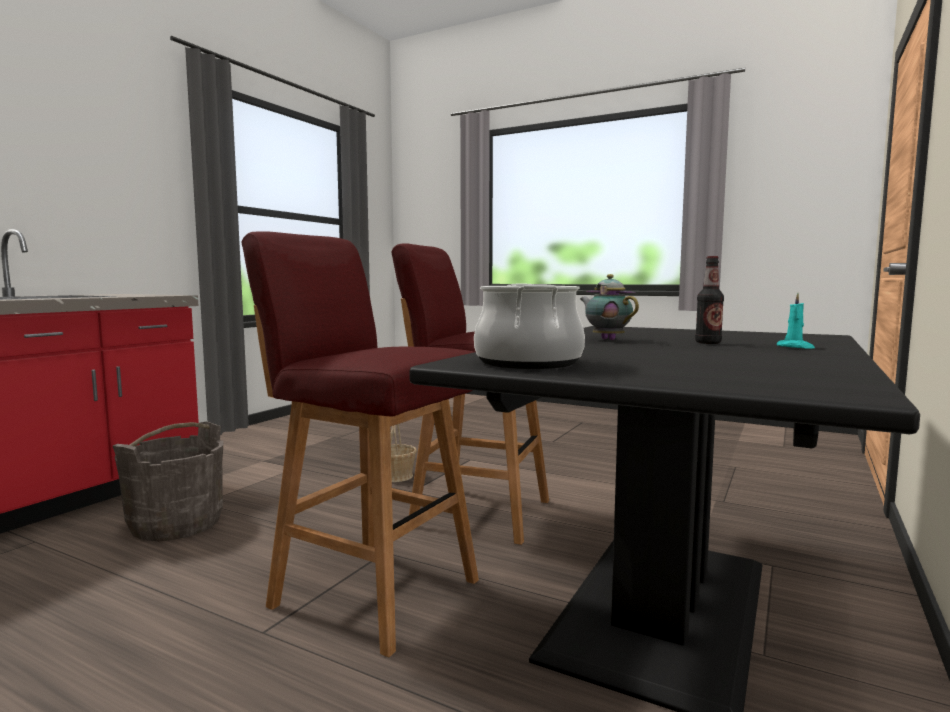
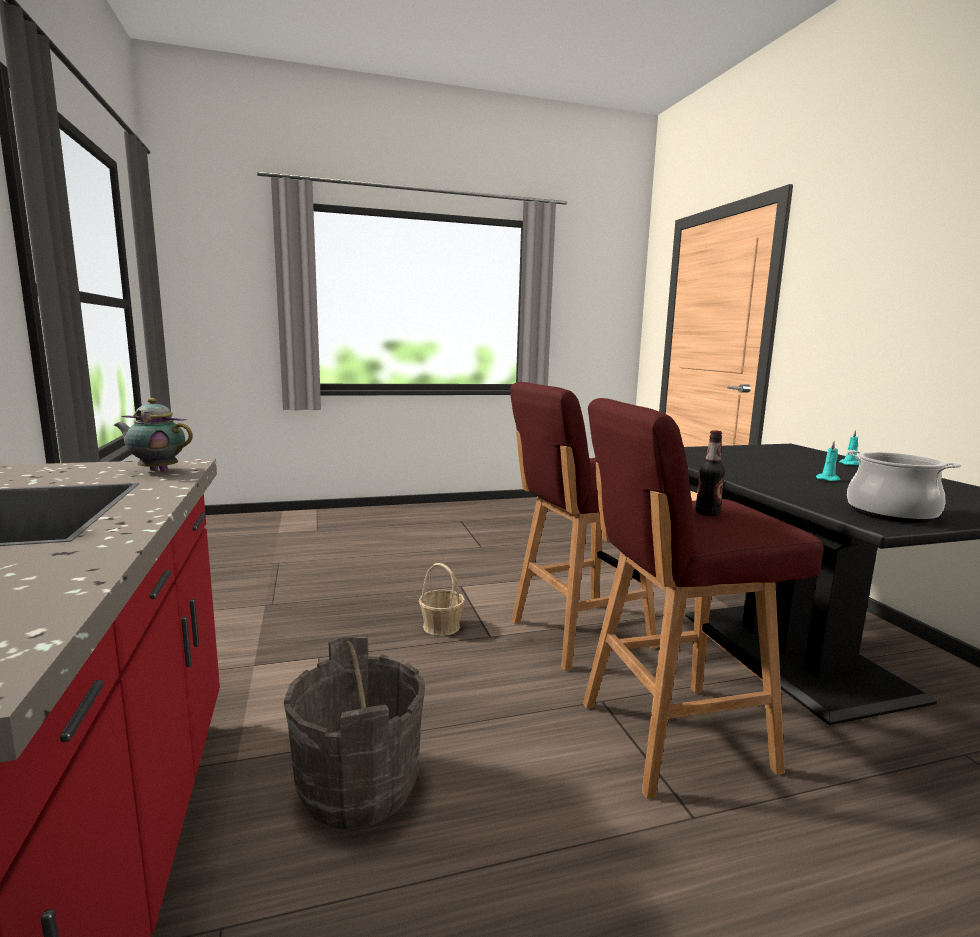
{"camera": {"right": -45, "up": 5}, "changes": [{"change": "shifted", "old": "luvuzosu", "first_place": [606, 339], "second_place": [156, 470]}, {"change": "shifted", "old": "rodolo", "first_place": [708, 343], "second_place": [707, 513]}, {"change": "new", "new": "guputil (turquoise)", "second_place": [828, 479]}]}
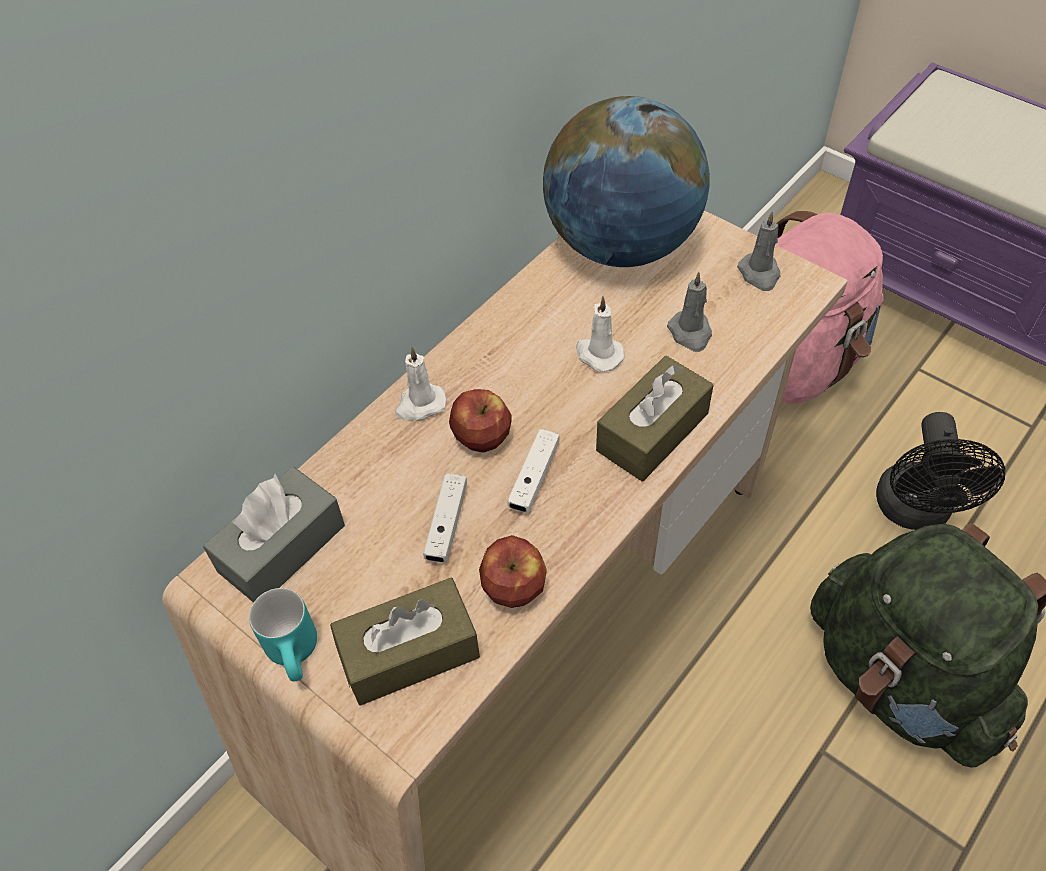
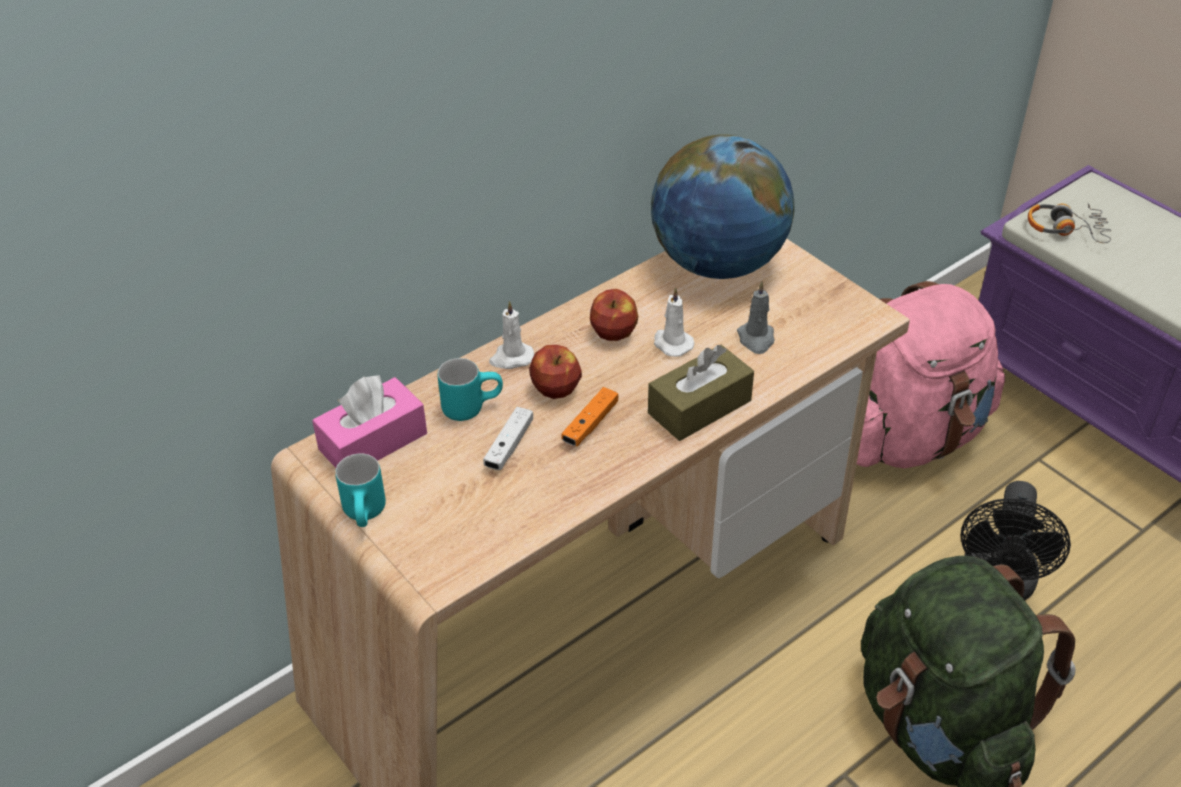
{"camera": {"right": 10, "up": -10}, "changes": [{"change": "repainted", "old": "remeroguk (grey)", "new": "remeroguk (pink)", "first_place": [282, 548], "second_place": [373, 441]}, {"change": "new", "new": "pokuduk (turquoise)", "second_place": [471, 405]}, {"change": "repainted", "old": "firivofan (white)", "new": "firivofan (orange)", "first_place": [534, 477], "second_place": [590, 424]}, {"change": "shifted", "old": "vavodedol", "first_place": [514, 586], "second_place": [614, 332]}, {"change": "new", "new": "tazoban", "second_place": [1066, 229]}, {"change": "gone", "old": "remeroguk (brown)", "first_place": [409, 652]}, {"change": "gone", "old": "guputil (grey)", "first_place": [759, 274]}]}
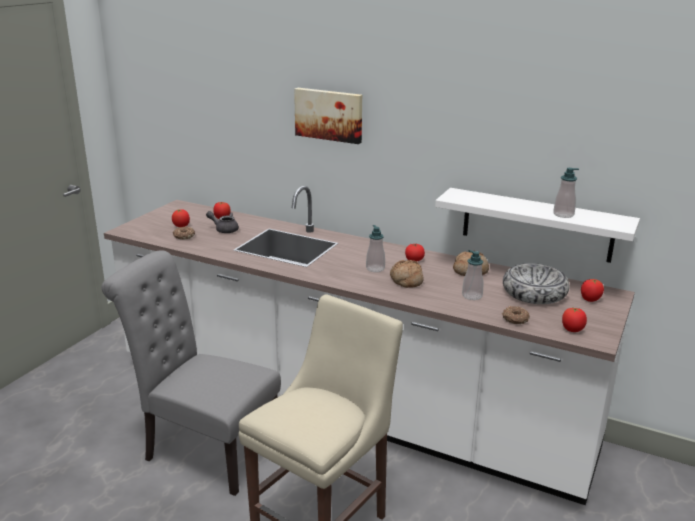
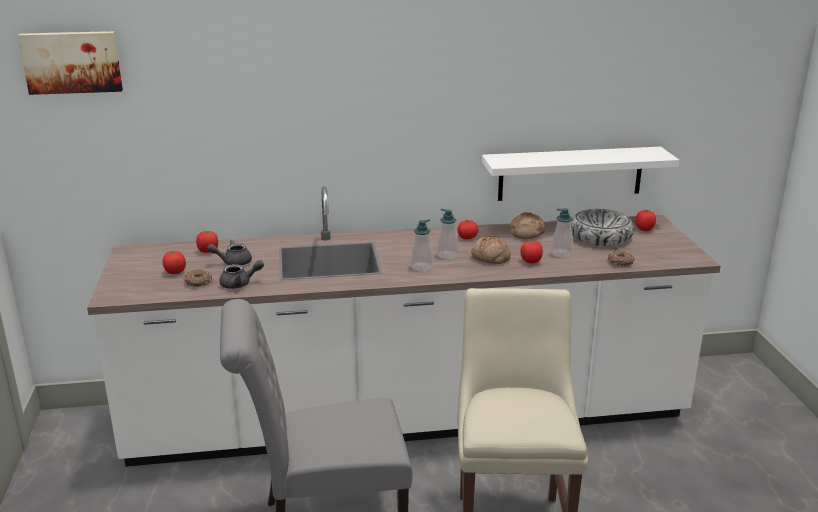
{"camera": {"right": -35, "up": 0}, "changes": [{"change": "shifted", "old": "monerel", "first_place": [329, 114], "second_place": [72, 62]}, {"change": "new", "new": "luvuzosu (grey)", "second_place": [240, 284]}, {"change": "shifted", "old": "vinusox", "first_place": [563, 214], "second_place": [421, 267]}, {"change": "shifted", "old": "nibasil", "first_place": [572, 329], "second_place": [531, 261]}]}
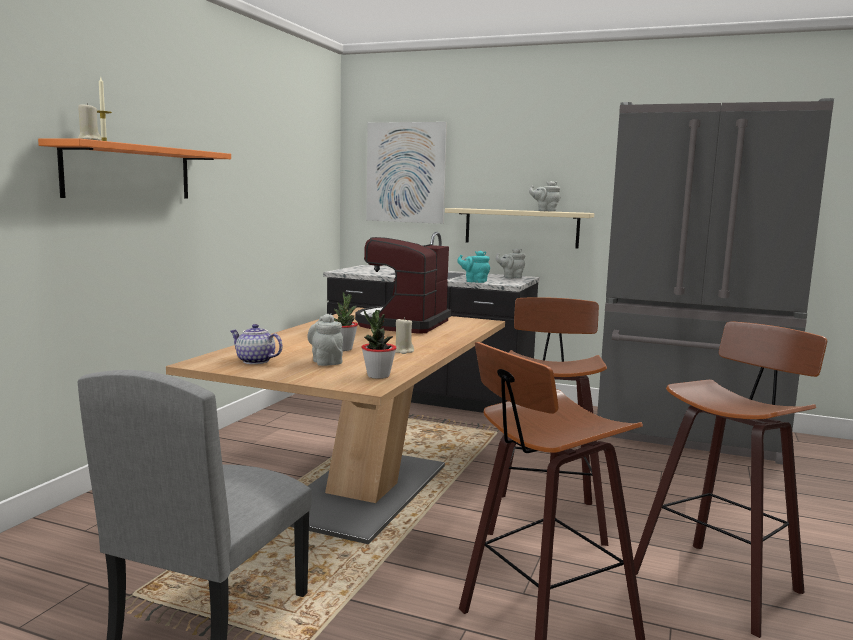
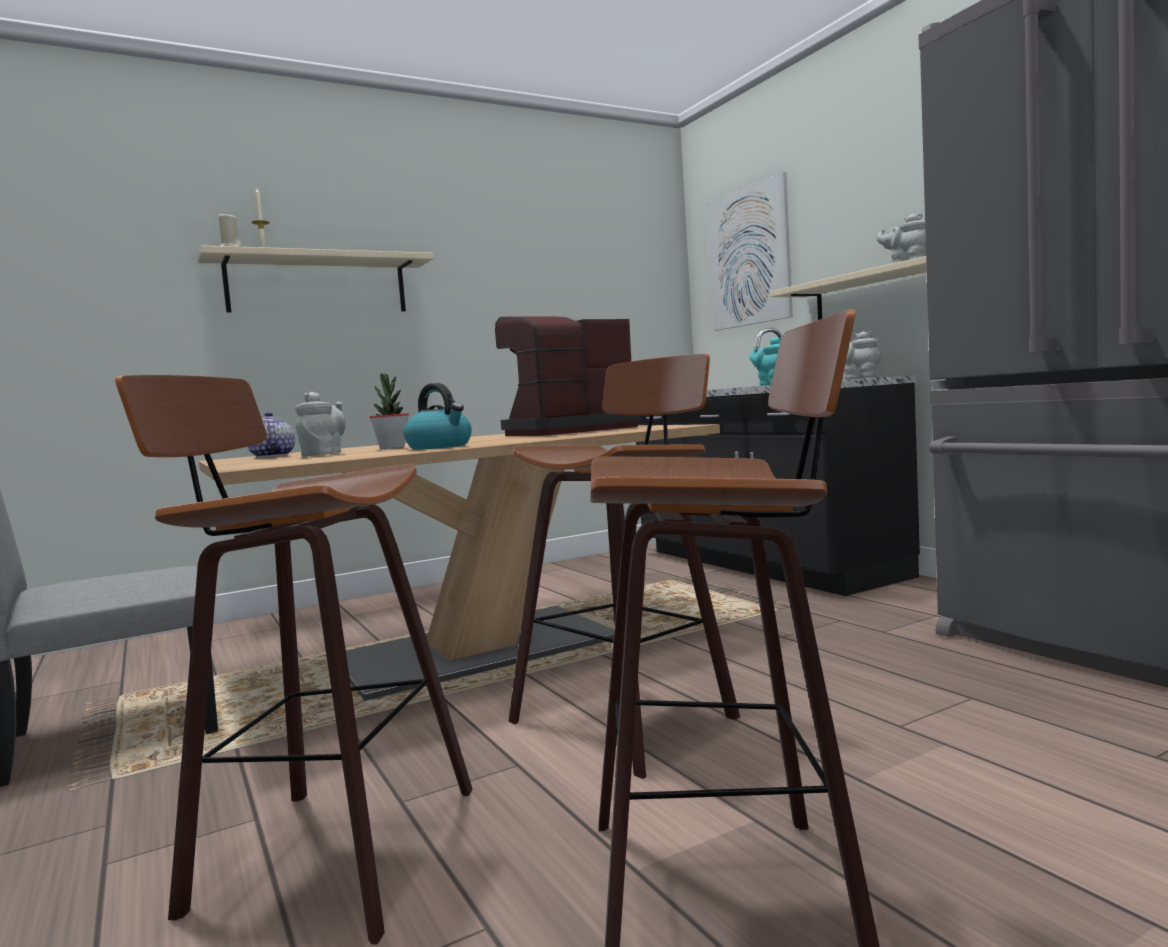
{"camera": {"right": 40, "up": -5}, "changes": [{"change": "repainted", "old": "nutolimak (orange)", "new": "nutolimak (beige)", "first_place": [129, 172], "second_place": [317, 285]}, {"change": "swapped", "old": "guputil (beige)", "new": "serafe", "first_place": [403, 351], "second_place": [440, 447]}, {"change": "gone", "old": "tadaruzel", "first_place": [378, 376]}]}
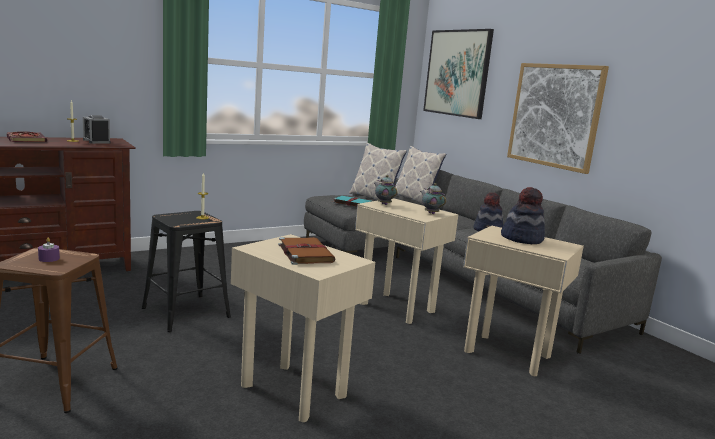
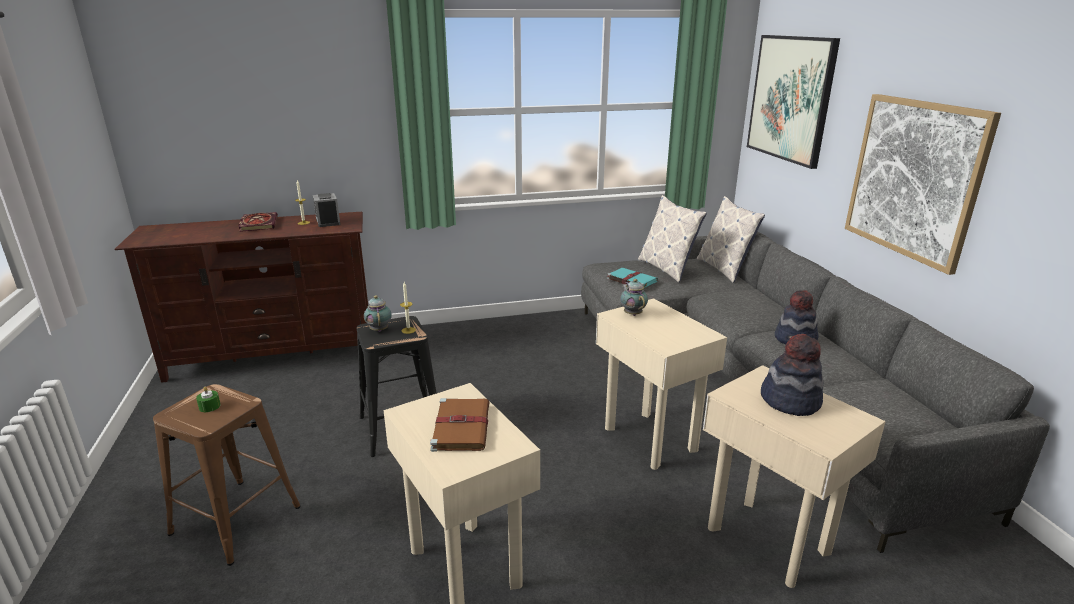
{"camera": {"right": 20, "up": 10}, "changes": [{"change": "repainted", "old": "guputil (purple)", "new": "guputil (green)", "first_place": [49, 259], "second_place": [209, 406]}, {"change": "shifted", "old": "luvuzosu", "first_place": [430, 213], "second_place": [379, 329]}]}
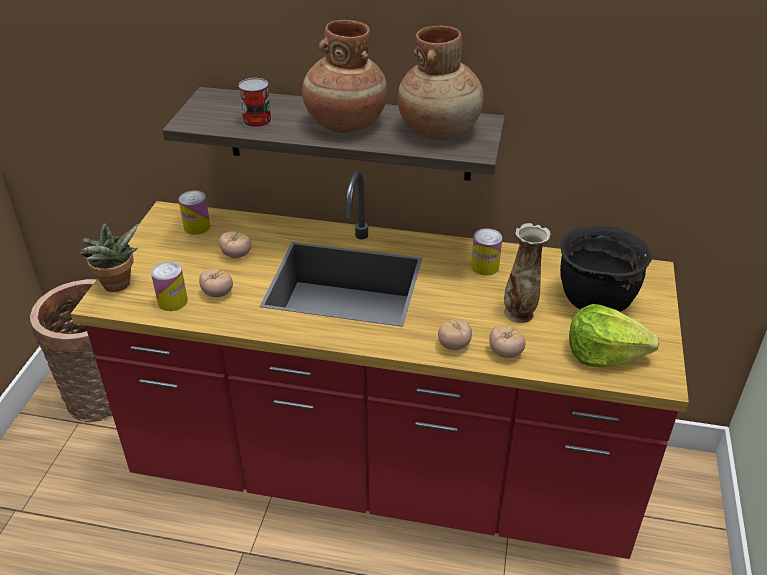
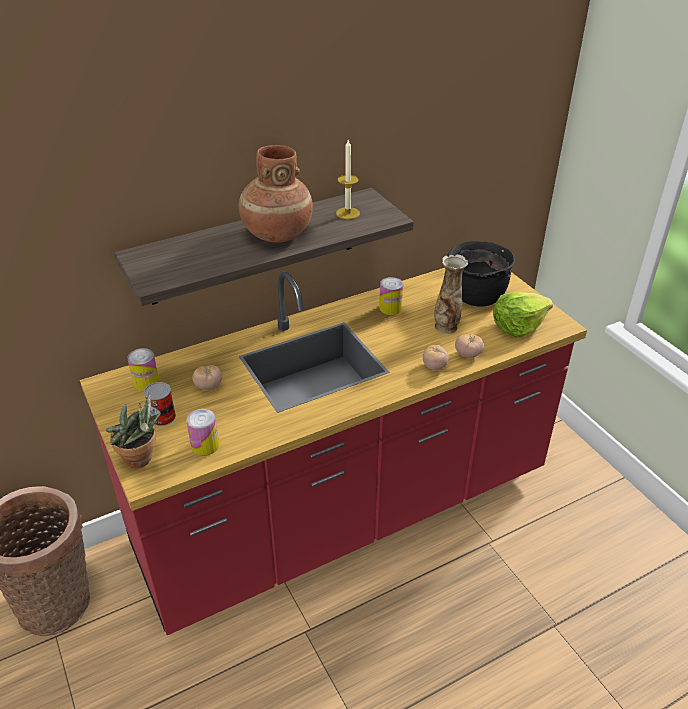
{"camera": {"right": -40, "up": 0}, "changes": [{"change": "shifted", "old": "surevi", "first_place": [257, 121], "second_place": [162, 417]}, {"change": "swapped", "old": "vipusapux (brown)", "new": "guputil", "first_place": [439, 130], "second_place": [348, 213]}, {"change": "gone", "old": "nibasil", "first_place": [217, 293]}]}
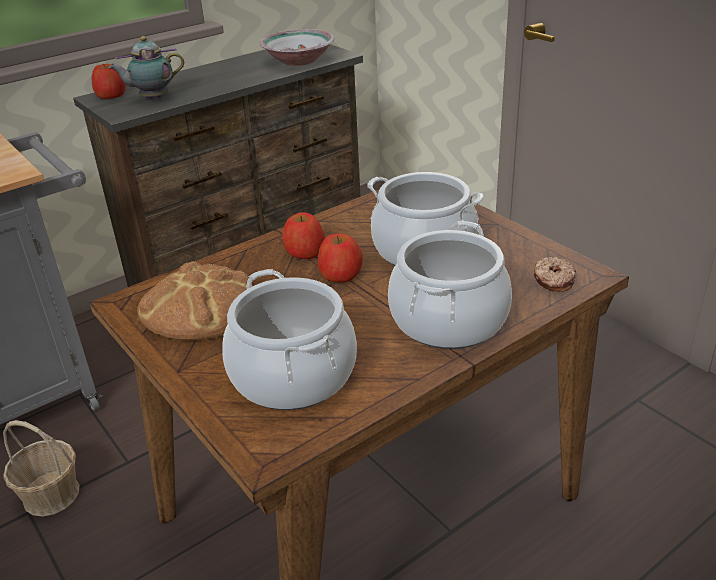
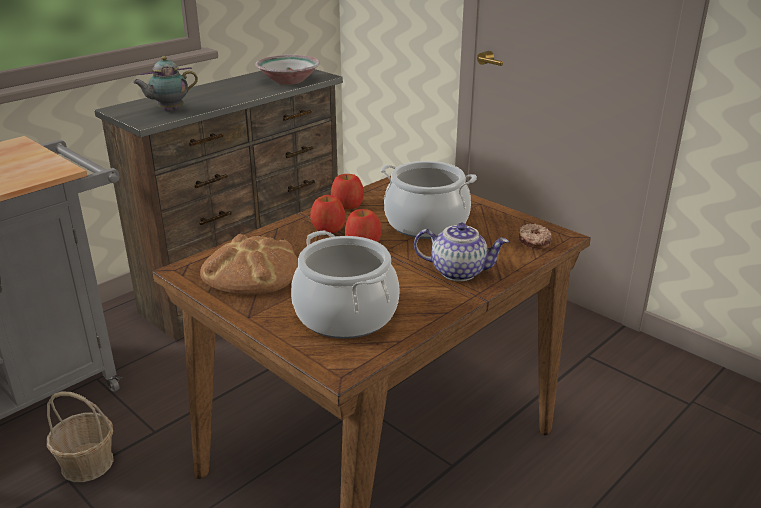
{"camera": {"right": -10, "up": -5}, "changes": [{"change": "shifted", "old": "vavodedol", "first_place": [111, 95], "second_place": [347, 204]}, {"change": "swapped", "old": "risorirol", "new": "luvuzosu", "first_place": [448, 320], "second_place": [459, 271]}]}
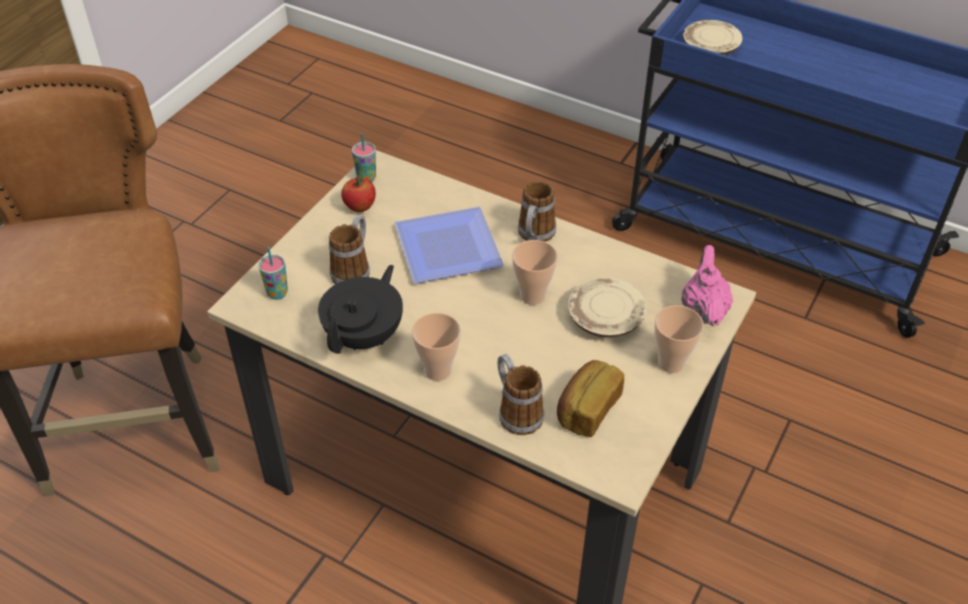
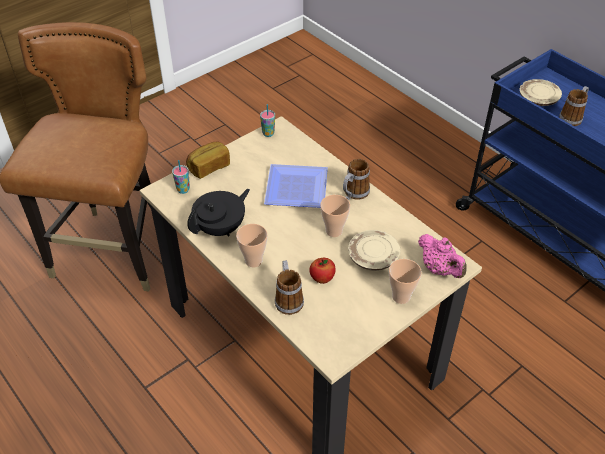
{"camera": {"right": 20, "up": 0}, "changes": [{"change": "shifted", "old": "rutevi", "first_place": [587, 409], "second_place": [208, 167]}, {"change": "shifted", "old": "vavodedol", "first_place": [360, 207], "second_place": [322, 278]}, {"change": "rotated", "old": "luvuzosu (pink)", "first_place": [703, 310], "second_place": [439, 269], "degrees": 120}, {"change": "shifted", "old": "pokuduk", "first_place": [354, 269], "second_place": [572, 117]}]}
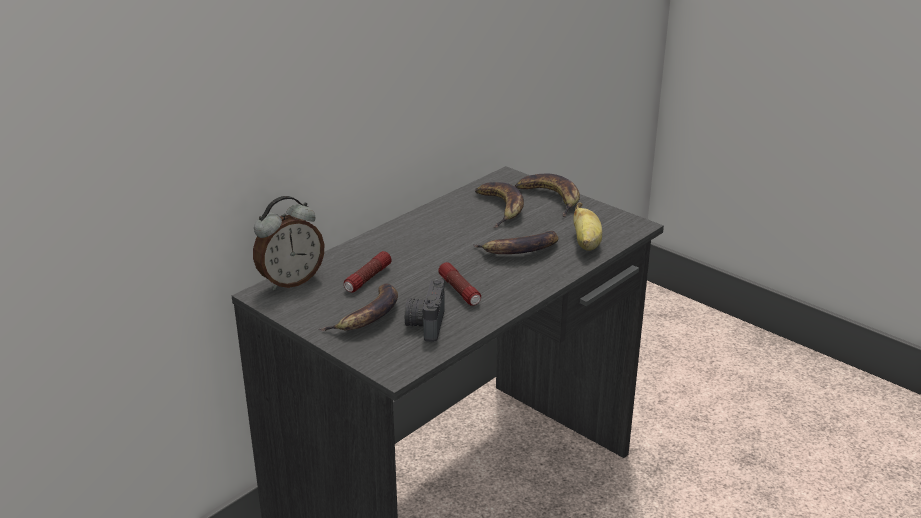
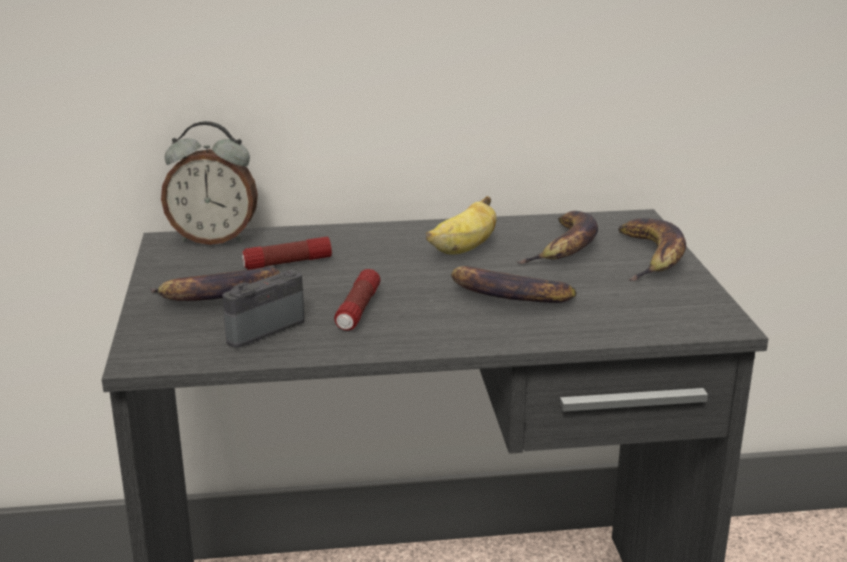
{"camera": {"right": 40, "up": -5}, "changes": [{"change": "shifted", "old": "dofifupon", "first_place": [586, 243], "second_place": [464, 249]}]}
